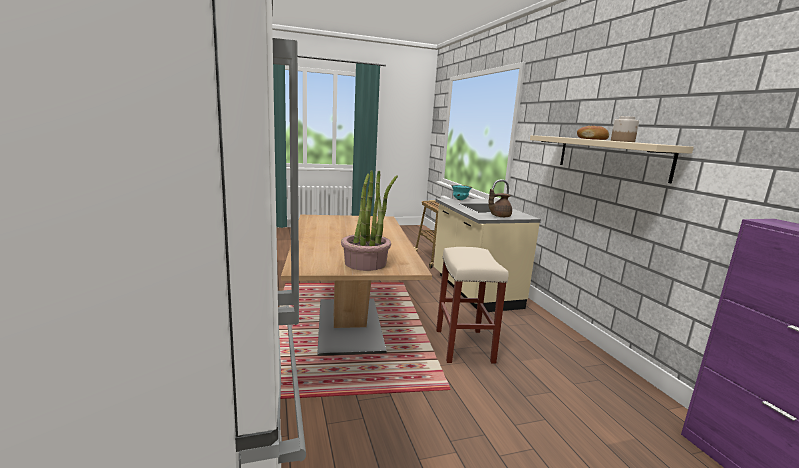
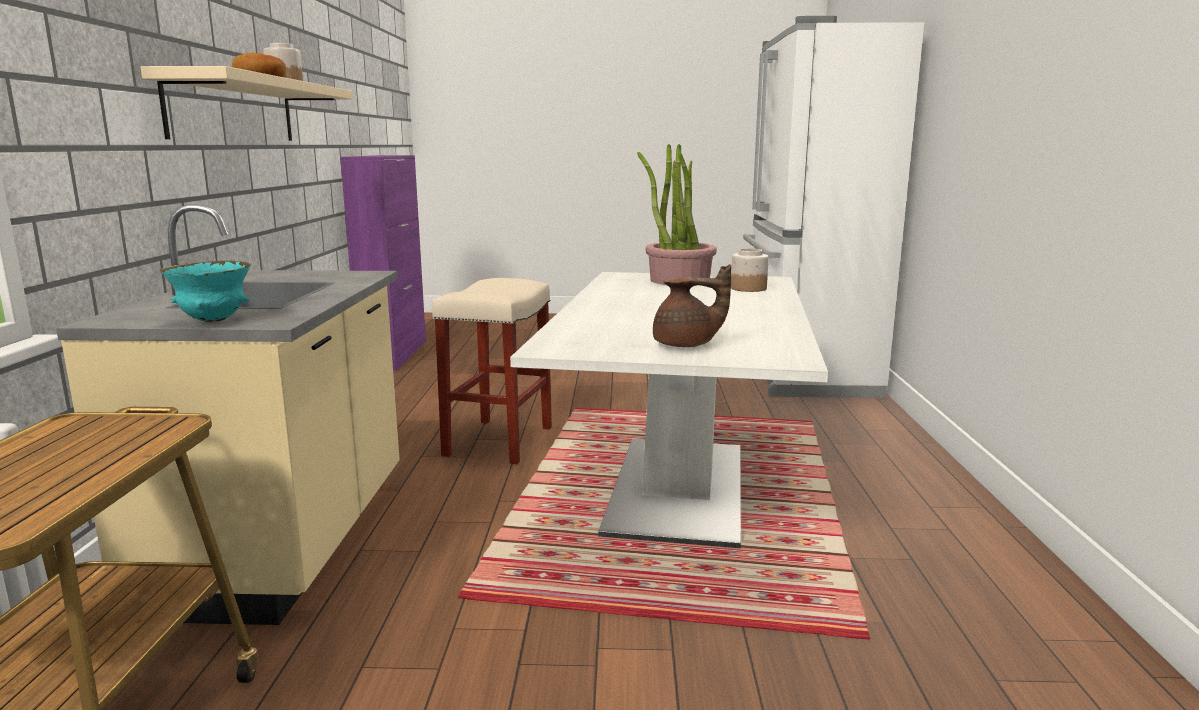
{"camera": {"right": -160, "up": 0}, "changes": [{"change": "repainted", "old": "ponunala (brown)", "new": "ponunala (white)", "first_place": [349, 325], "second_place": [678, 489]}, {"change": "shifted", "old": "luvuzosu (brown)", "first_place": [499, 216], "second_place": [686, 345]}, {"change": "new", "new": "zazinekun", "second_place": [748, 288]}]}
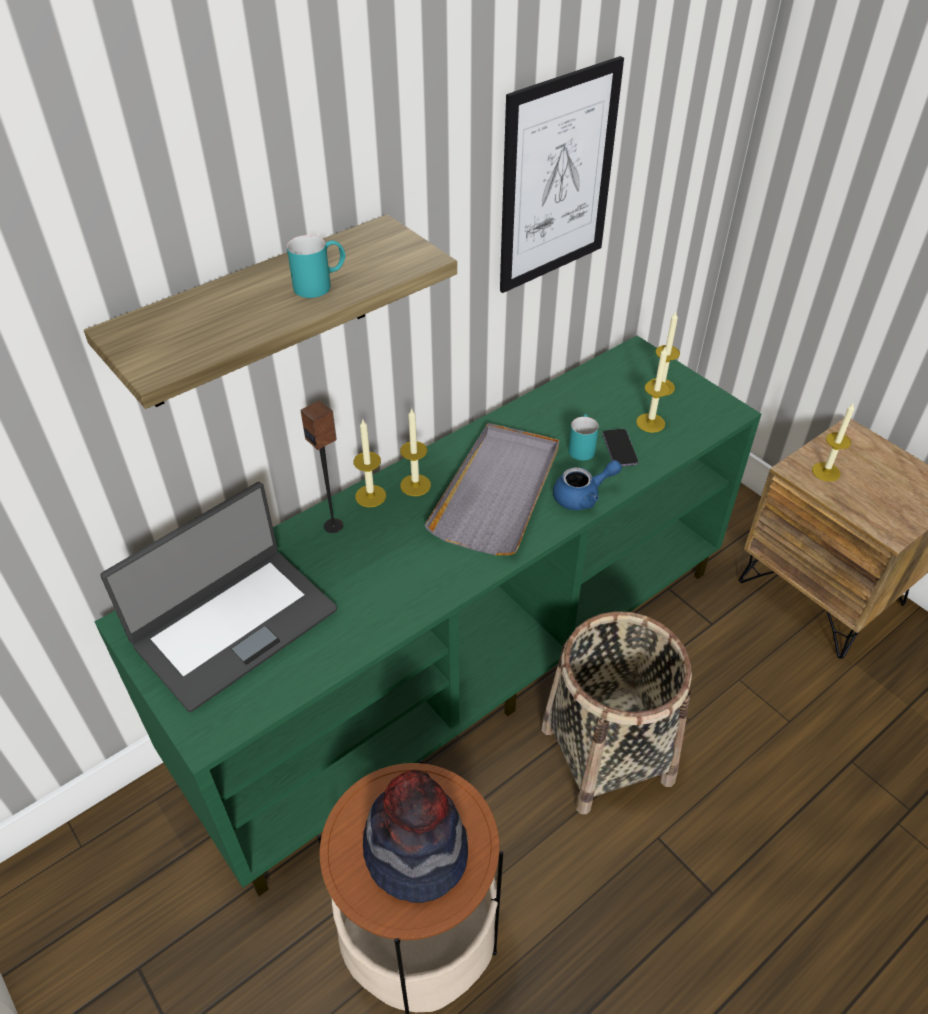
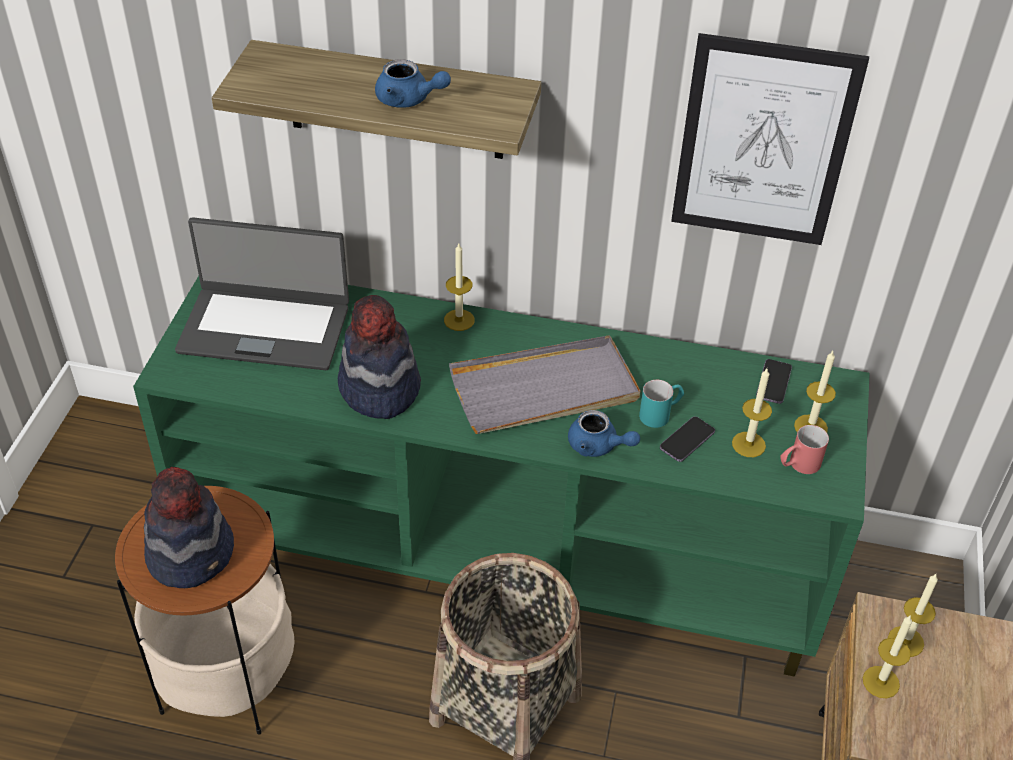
{"camera": {"right": 50, "up": 0}, "changes": [{"change": "new", "new": "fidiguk", "second_place": [379, 388]}, {"change": "swapped", "old": "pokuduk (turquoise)", "new": "luvuzosu (blue)", "first_place": [321, 284], "second_place": [409, 100]}, {"change": "new", "new": "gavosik", "second_place": [773, 383]}, {"change": "new", "new": "pokuduk (red)", "second_place": [798, 465]}, {"change": "shifted", "old": "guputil", "first_place": [415, 485], "second_place": [881, 682]}, {"change": "gone", "old": "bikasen", "first_place": [334, 525]}]}
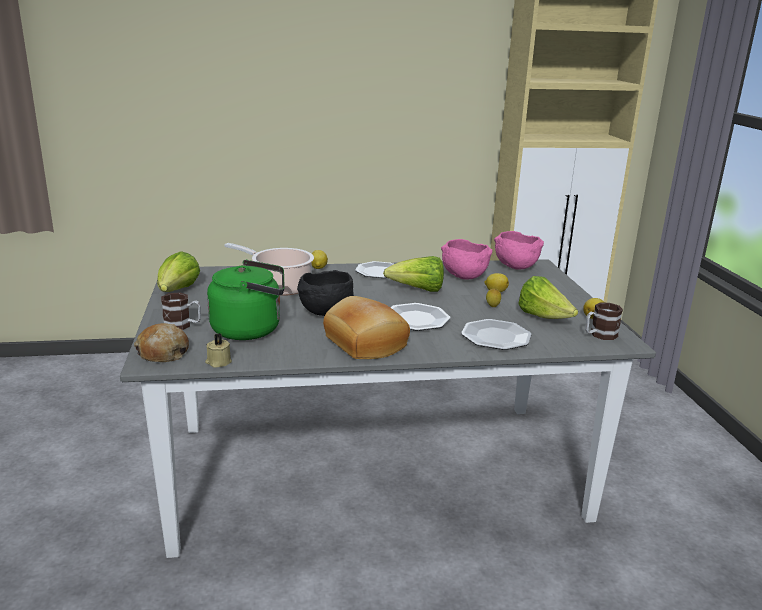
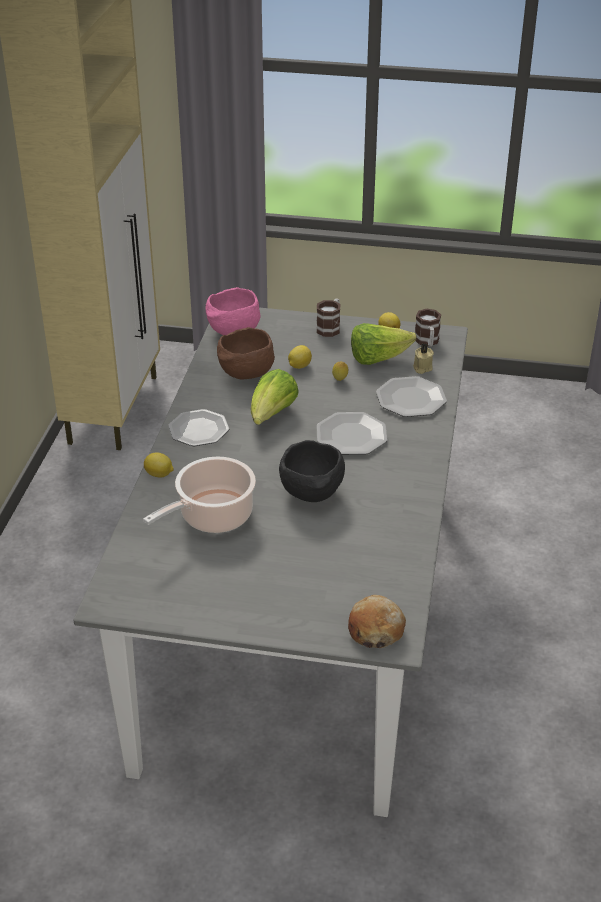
{"camera": {"right": -70, "up": 15}, "changes": [{"change": "repainted", "old": "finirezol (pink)", "new": "finirezol (brown)", "first_place": [463, 277], "second_place": [246, 374]}, {"change": "shifted", "old": "pokuduk", "first_place": [182, 325], "second_place": [330, 327]}, {"change": "shifted", "old": "guputil (beige)", "first_place": [218, 362], "second_place": [422, 368]}, {"change": "gone", "old": "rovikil", "first_place": [177, 292]}, {"change": "gone", "old": "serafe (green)", "first_place": [251, 329]}, {"change": "gone", "old": "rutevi", "first_place": [364, 343]}]}
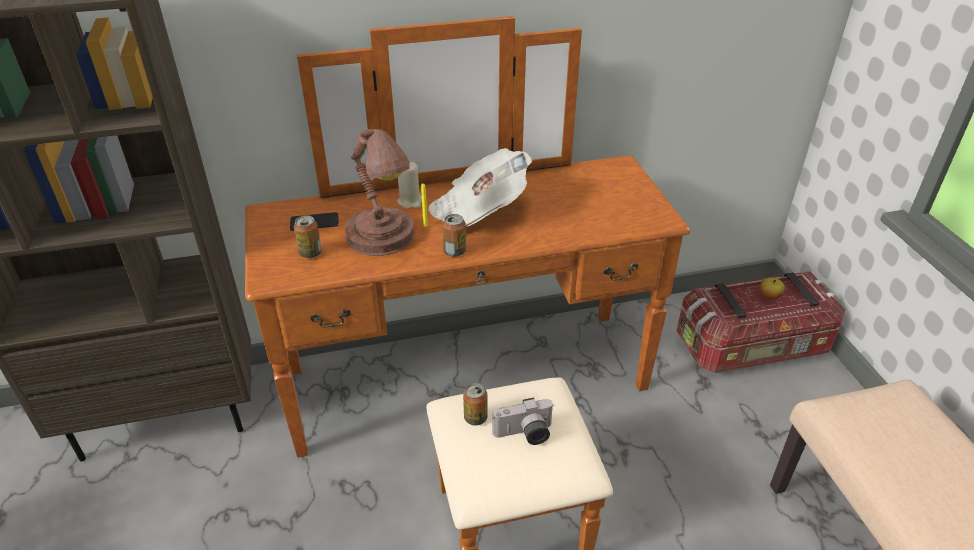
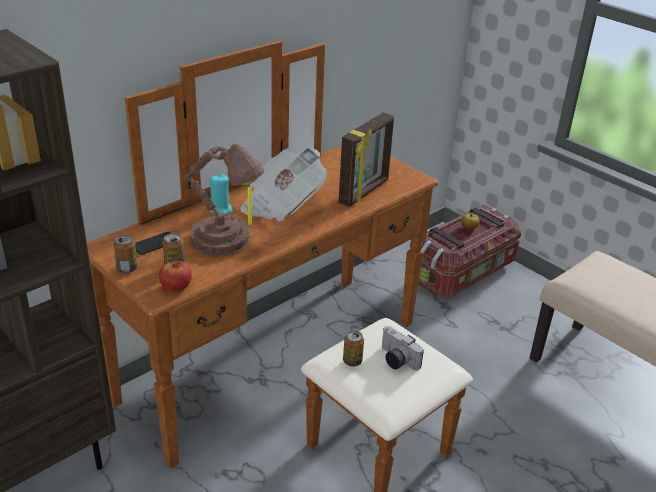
{"camera": {"right": -30, "up": -5}, "changes": [{"change": "shifted", "old": "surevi", "first_place": [454, 251], "second_place": [127, 268]}, {"change": "new", "new": "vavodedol", "second_place": [176, 287]}, {"change": "repainted", "old": "guputil (beige)", "new": "guputil (turquoise)", "first_place": [410, 201], "second_place": [221, 209]}, {"change": "new", "new": "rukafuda", "second_place": [365, 192]}, {"change": "rotated", "old": "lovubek", "first_place": [524, 435], "second_place": [395, 360], "degrees": 90}]}
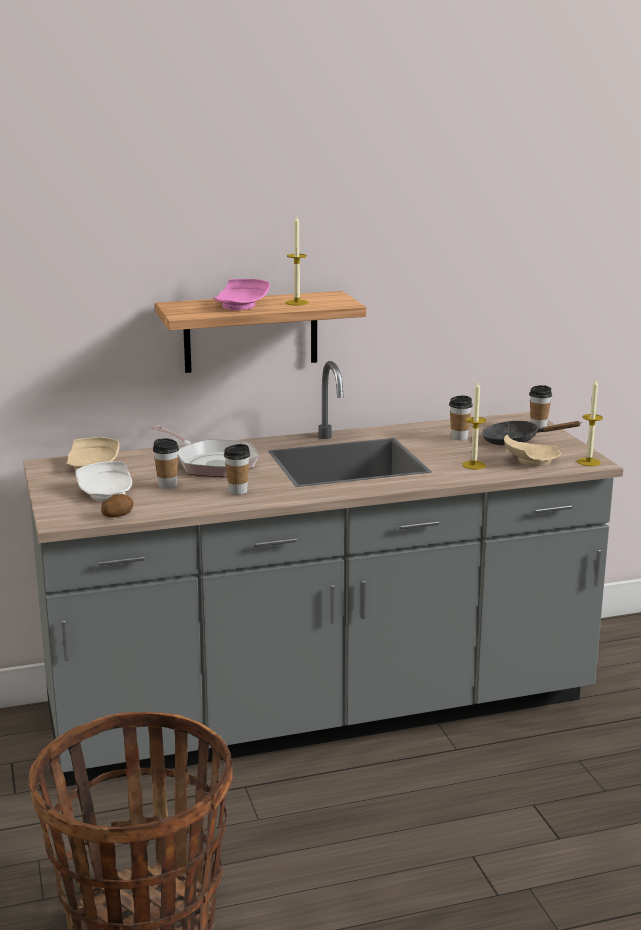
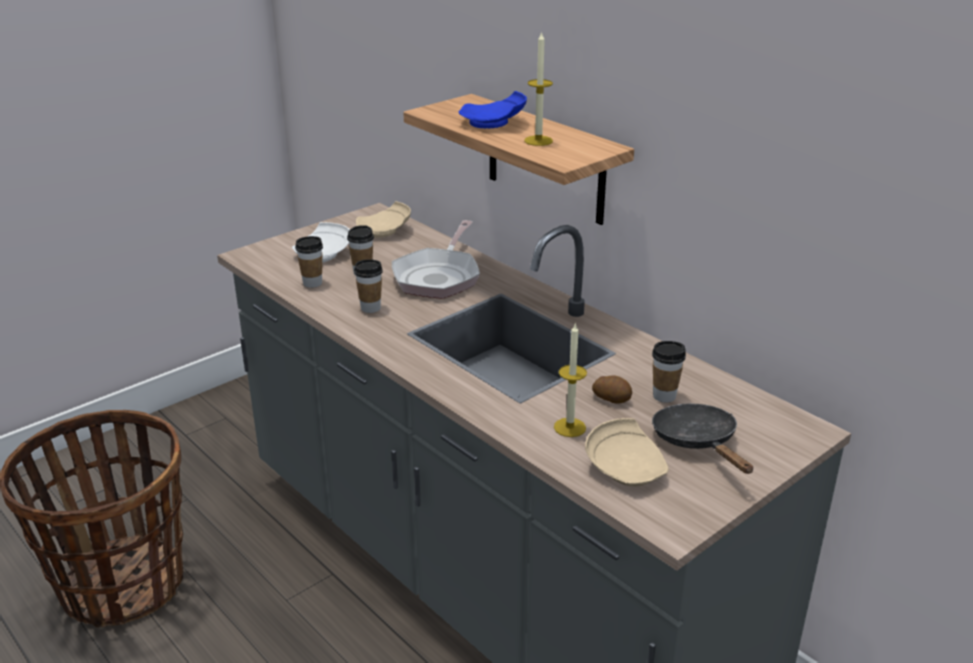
{"camera": {"right": 65, "up": 10}, "changes": [{"change": "shifted", "old": "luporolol", "first_place": [538, 426], "second_place": [312, 283]}, {"change": "repainted", "old": "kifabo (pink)", "new": "kifabo (blue)", "first_place": [241, 306], "second_place": [494, 123]}, {"change": "shifted", "old": "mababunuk", "first_place": [117, 515], "second_place": [612, 398]}, {"change": "gone", "old": "guputil", "first_place": [589, 462]}]}
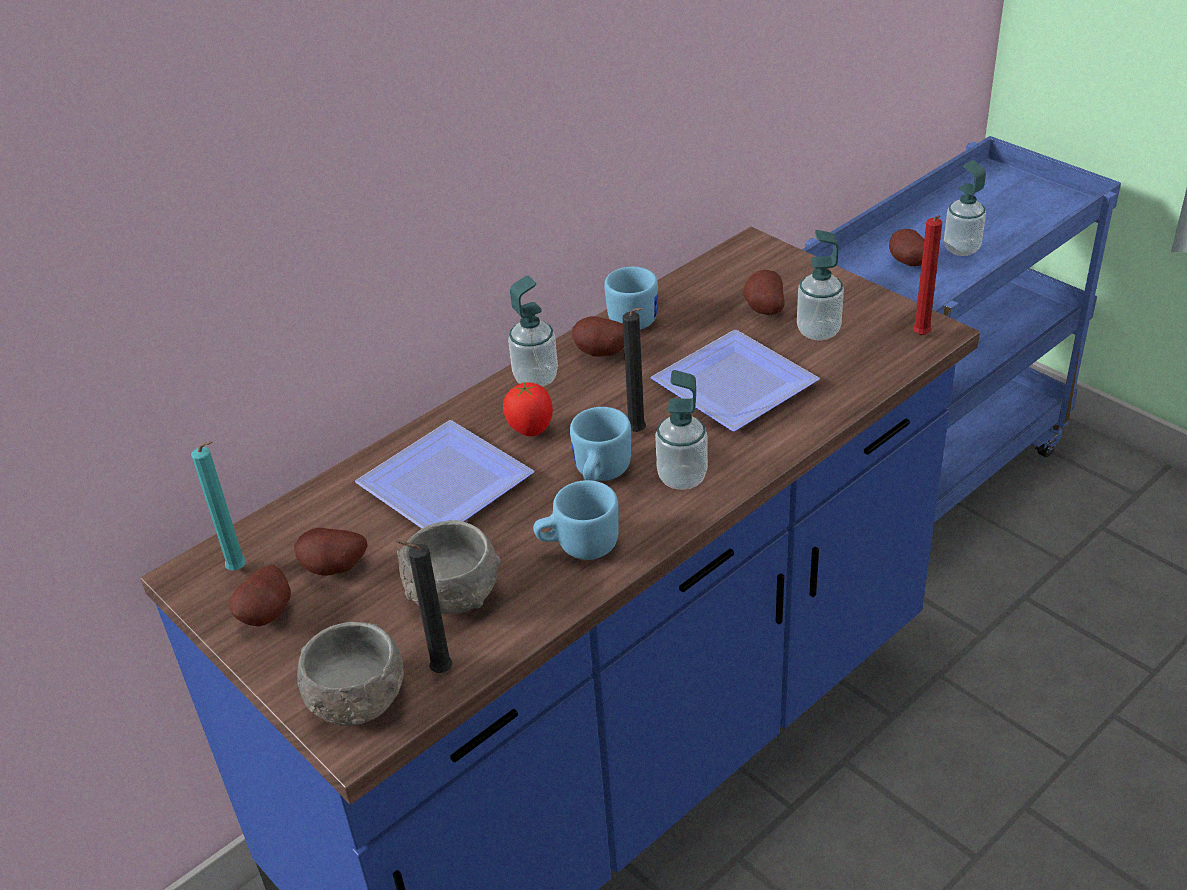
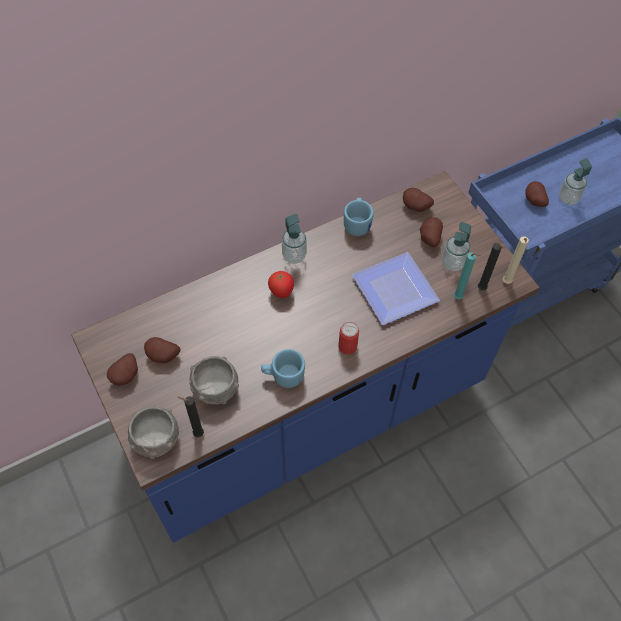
{"camera": {"right": 10, "up": 20}, "changes": [{"change": "swapped", "old": "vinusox", "new": "surevi", "first_place": [682, 478], "second_place": [347, 346]}, {"change": "shifted", "old": "mababunuk", "first_place": [601, 354], "second_place": [415, 207]}, {"change": "shifted", "old": "guputil (turquoise)", "first_place": [240, 570], "second_place": [459, 298]}, {"change": "shifted", "old": "guputil (black)", "first_place": [638, 433], "second_place": [482, 289]}, {"change": "repainted", "old": "guputil (red)", "new": "guputil (beige)", "first_place": [921, 337], "second_place": [506, 283]}, {"change": "gone", "old": "kifabo", "first_place": [446, 480]}, {"change": "gone", "old": "pokuduk (blue)", "first_place": [599, 473]}]}
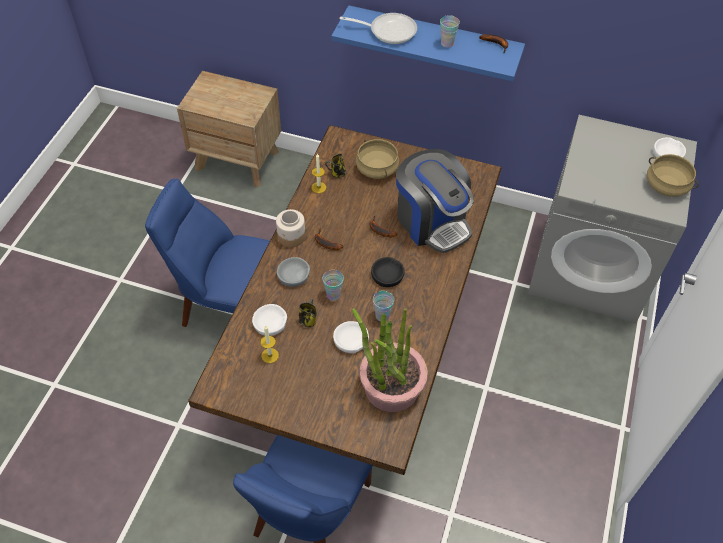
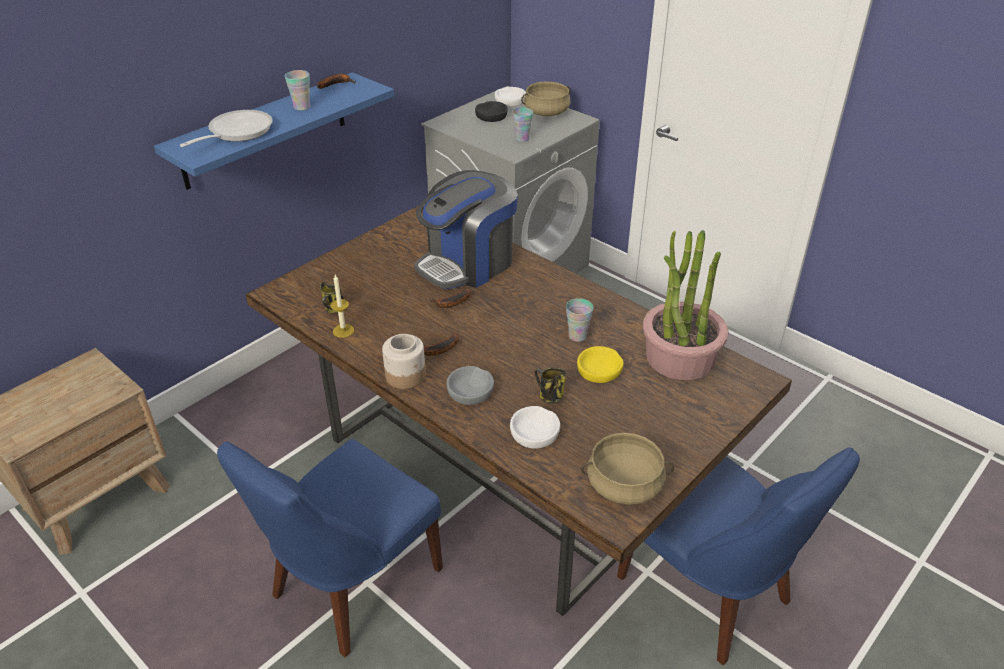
{"camera": {"right": -65, "up": -15}, "changes": [{"change": "rotated", "old": "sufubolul", "first_place": [432, 221], "second_place": [467, 264], "degrees": 150}, {"change": "shifted", "old": "finirezol (black)", "first_place": [387, 275], "second_place": [491, 116]}, {"change": "shifted", "old": "luporolol", "first_place": [333, 294], "second_place": [522, 138]}, {"change": "repainted", "old": "finirezol (white)", "new": "finirezol (yellow)", "first_place": [351, 340], "second_place": [599, 370]}, {"change": "shifted", "old": "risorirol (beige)", "first_place": [376, 169], "second_place": [624, 486]}, {"change": "gone", "old": "guputil", "first_place": [270, 355]}]}
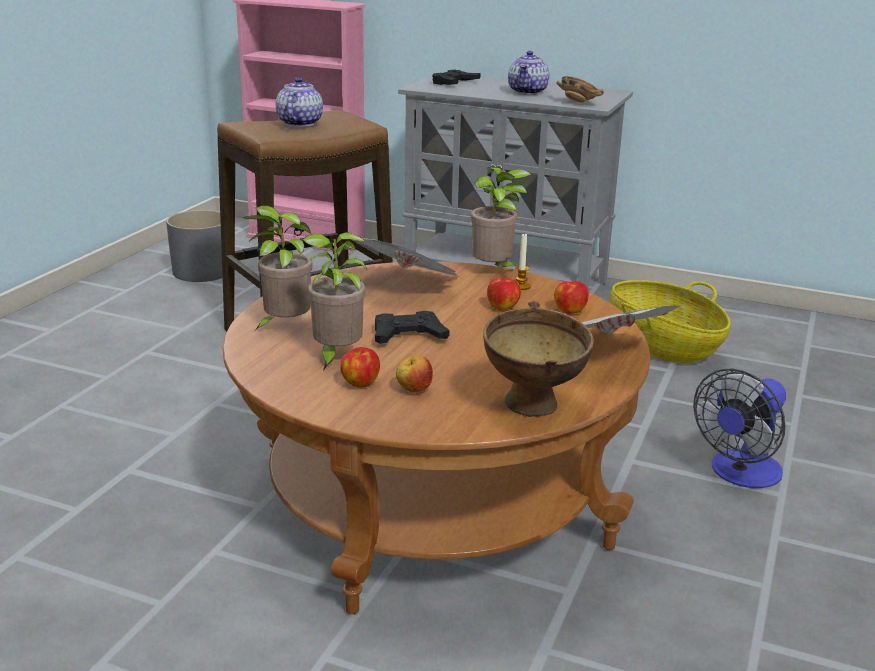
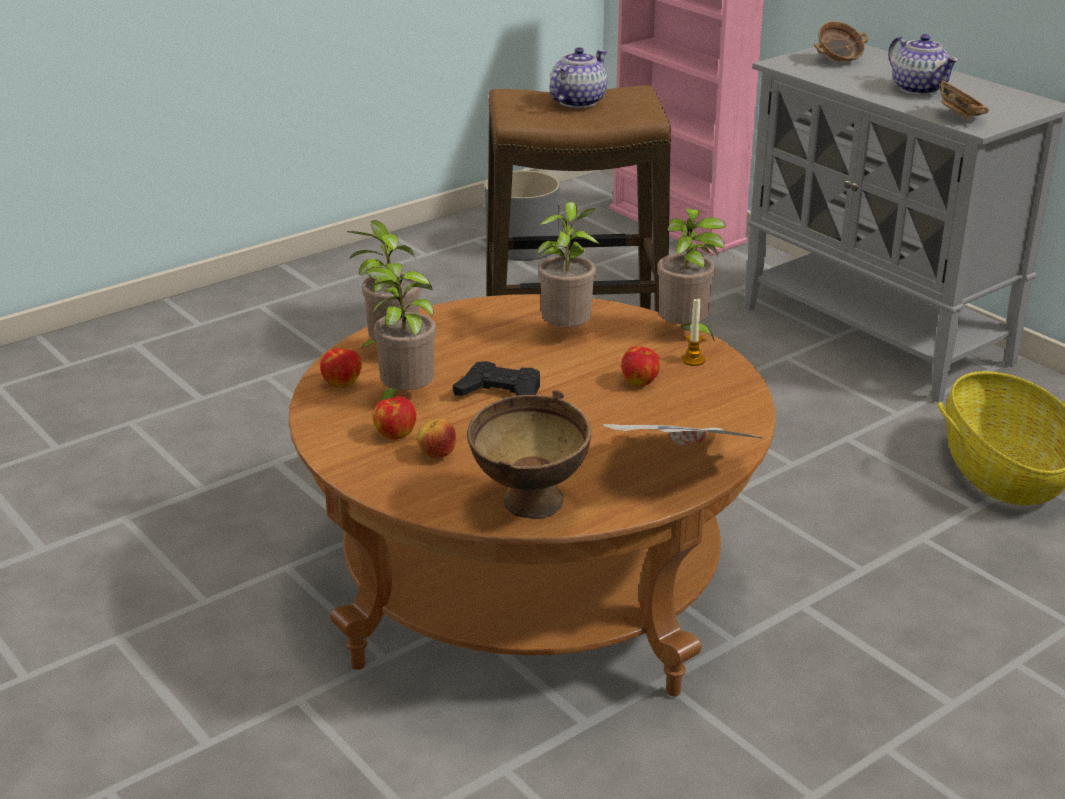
{"camera": {"right": 30, "up": 5}, "changes": [{"change": "shifted", "old": "vavodedol", "first_place": [569, 311], "second_place": [342, 383]}, {"change": "swapped", "old": "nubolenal", "new": "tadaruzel", "first_place": [409, 287], "second_place": [567, 333]}, {"change": "swapped", "old": "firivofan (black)", "new": "finirezol", "first_place": [454, 83], "second_place": [839, 60]}, {"change": "rotated", "old": "luvuzosu", "first_place": [528, 91], "second_place": [918, 88], "degrees": -75}, {"change": "gone", "old": "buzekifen", "first_place": [740, 474]}]}
